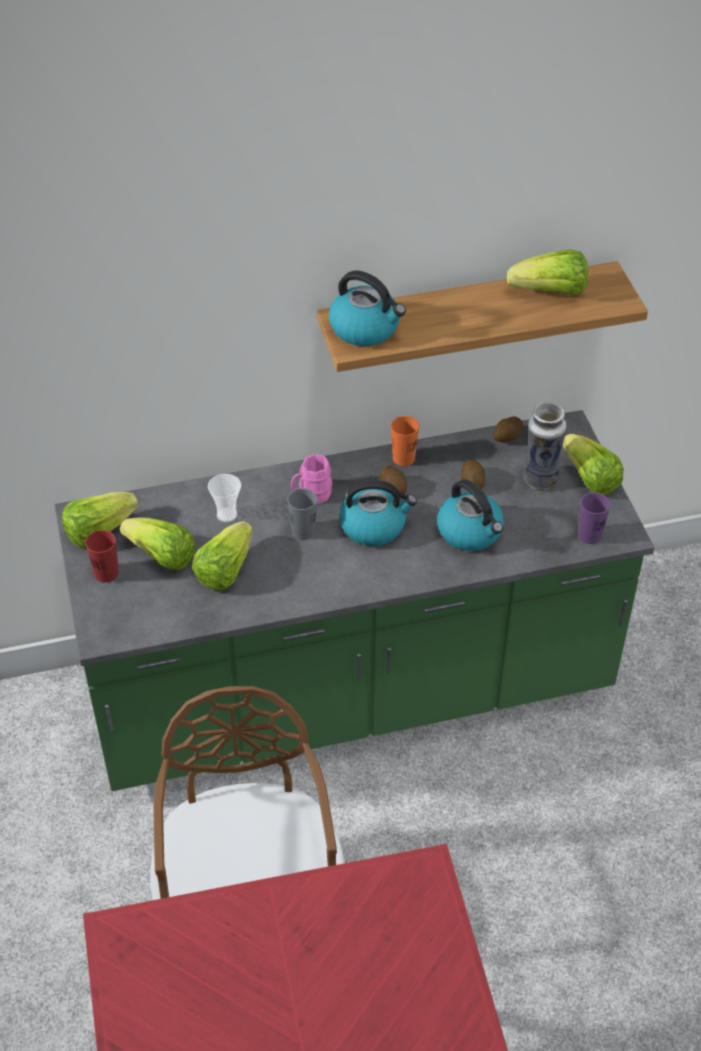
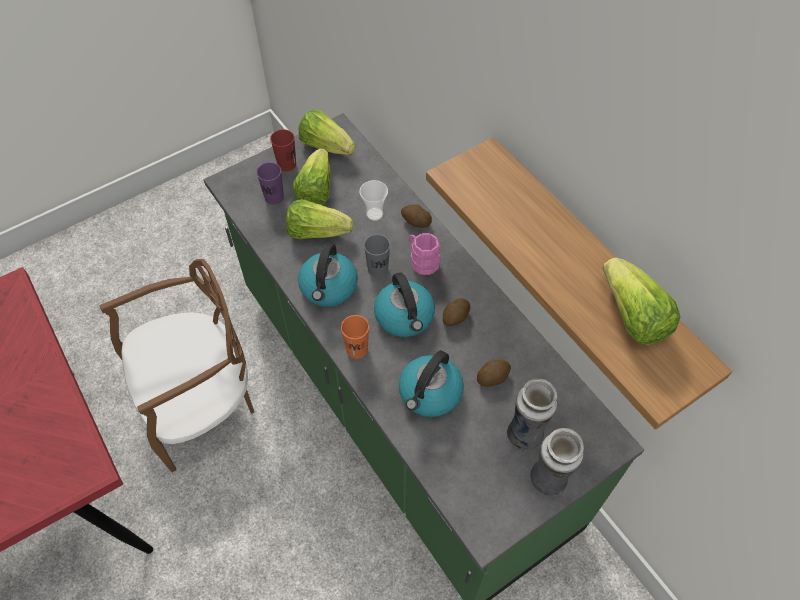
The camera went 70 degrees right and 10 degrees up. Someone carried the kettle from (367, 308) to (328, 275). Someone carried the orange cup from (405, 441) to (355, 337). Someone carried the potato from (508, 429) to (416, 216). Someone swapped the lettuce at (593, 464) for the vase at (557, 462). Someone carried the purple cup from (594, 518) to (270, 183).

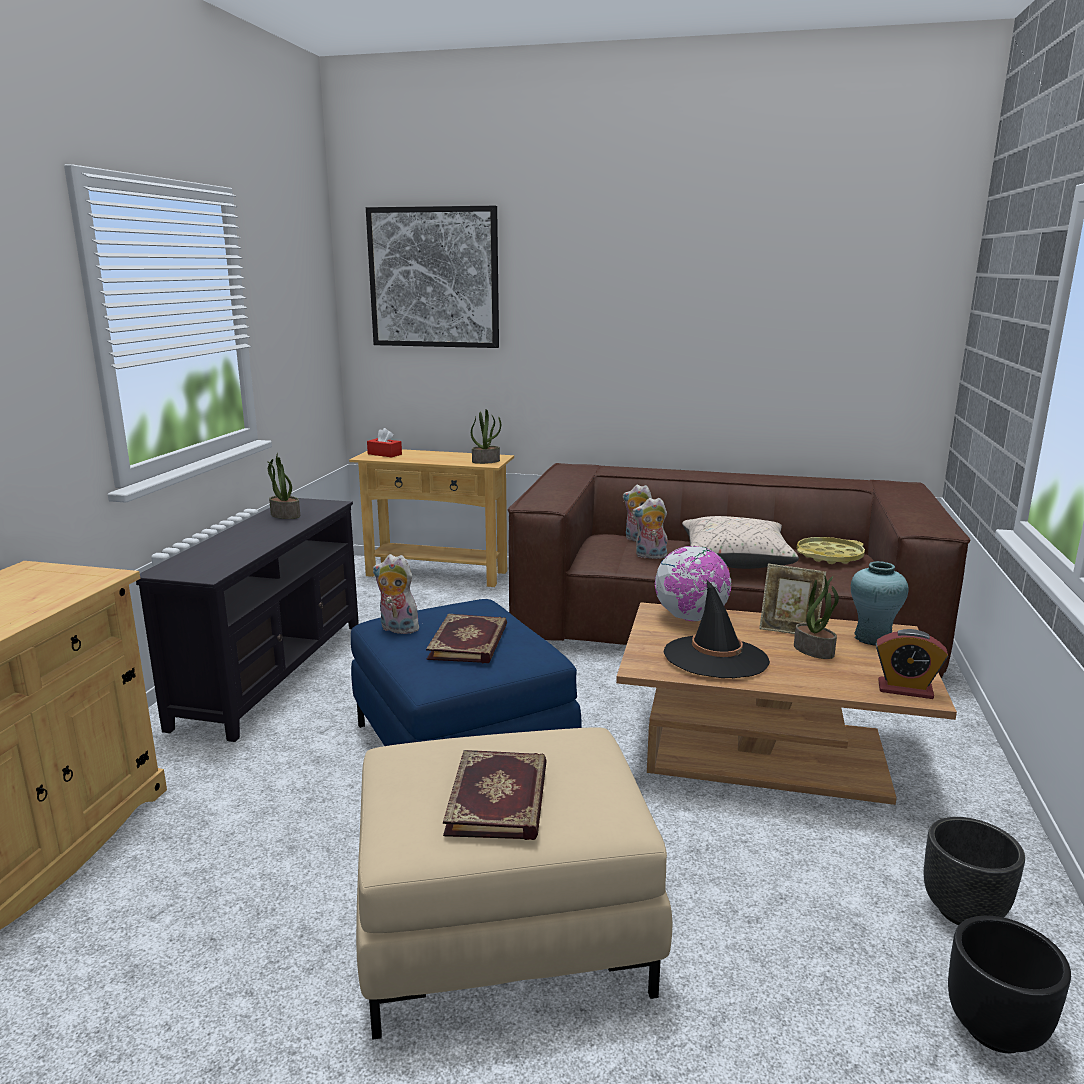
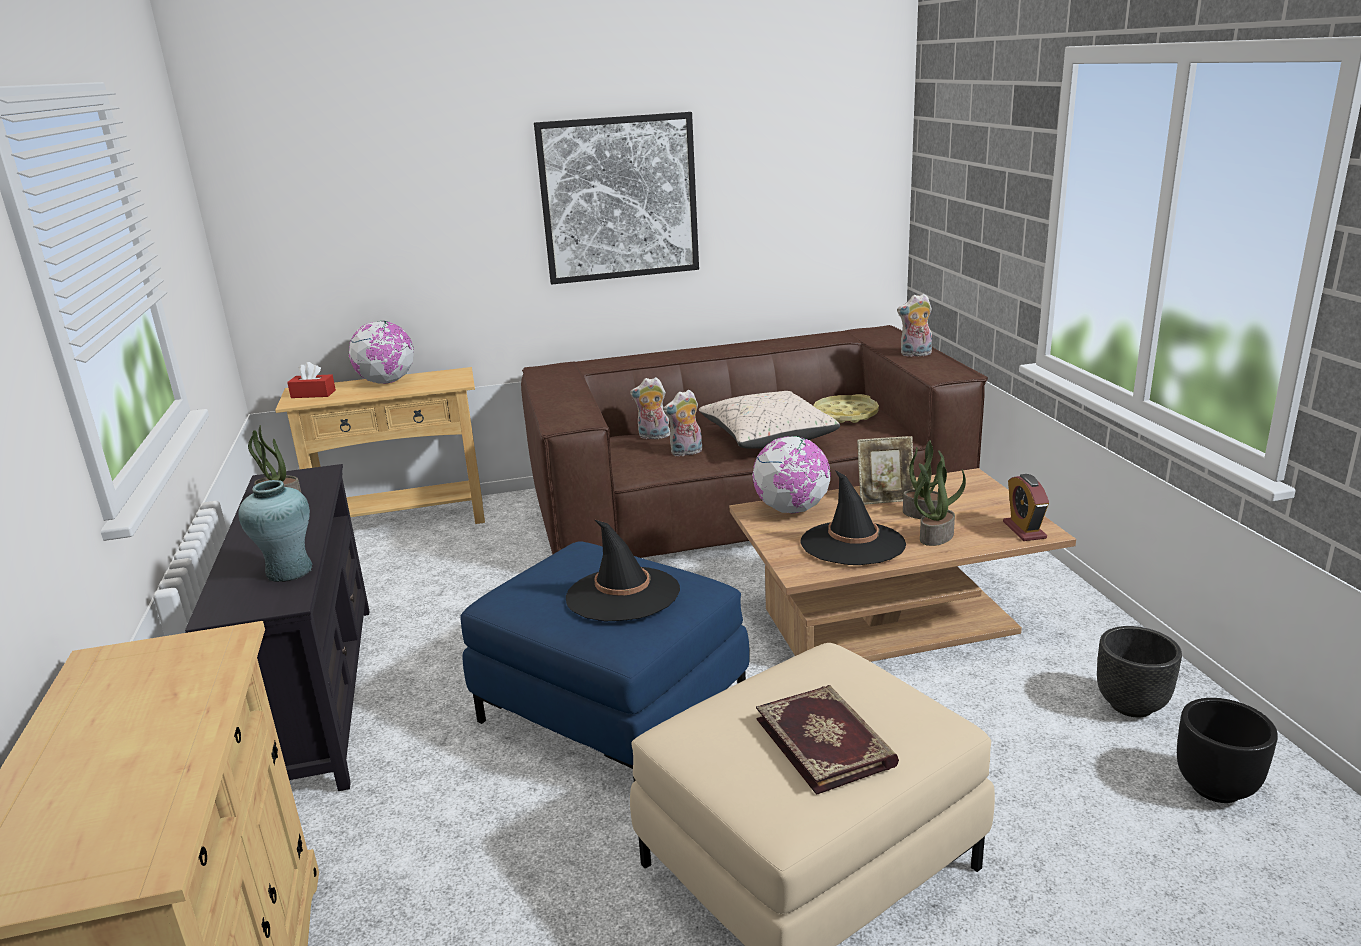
The camera went 25 degrees left and 5 degrees up. Someone carried the picture from (432, 277) to (616, 198). Someone carried the potted plant from (486, 436) to (940, 503). Someone carried the plush toy from (396, 594) to (914, 325). Someone carried the turquoise vase from (879, 603) to (275, 531). Someone swapped the book at (466, 639) for the black hat at (623, 570). Someone rotated the alarm clock at (912, 664) by 90 degrees clockwise. Someone put down the globe at (381, 352).

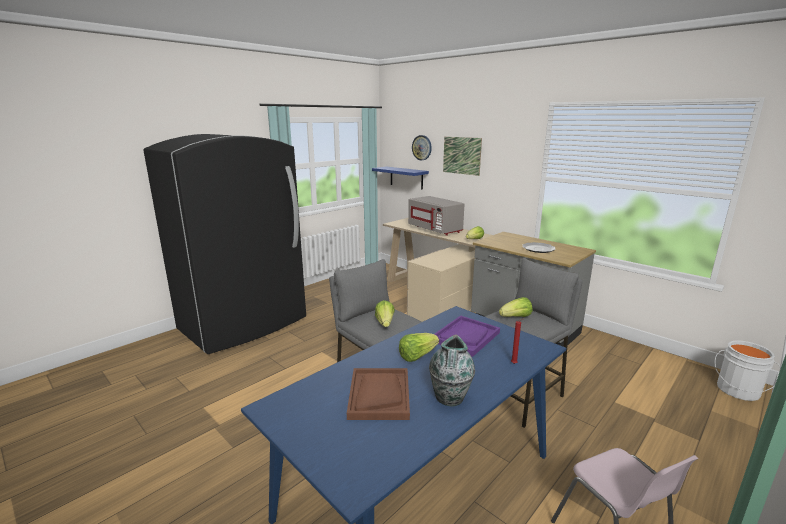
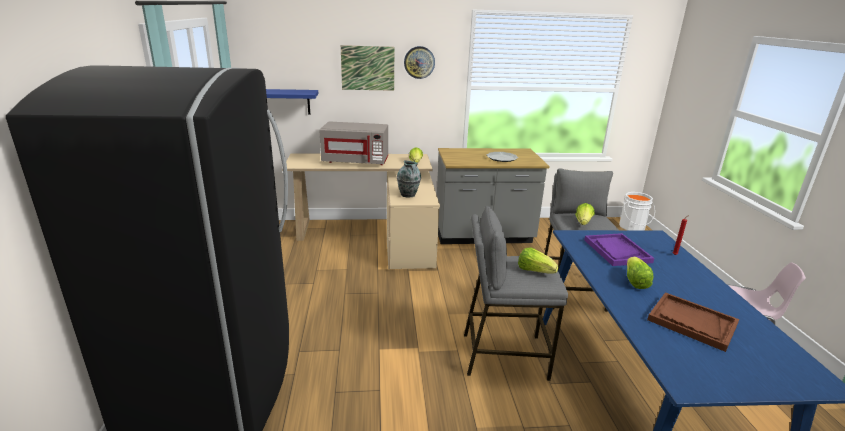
The camera went 50 degrees left and 5 degrees up. Someone carried the wall clock from (422, 147) to (419, 62). Someone carried the vase from (452, 370) to (409, 178).

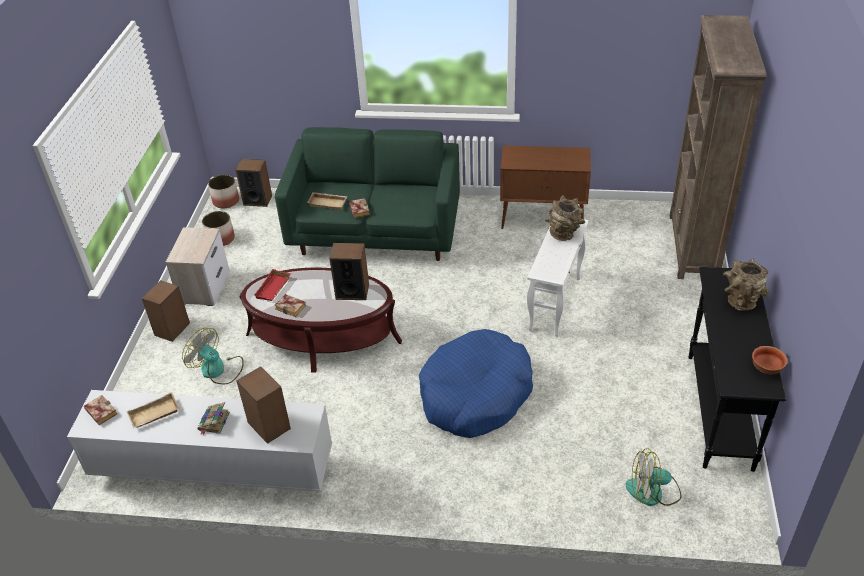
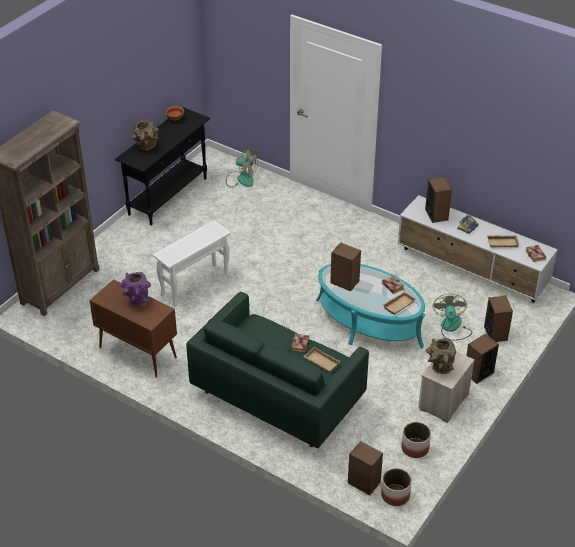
The camera went 155 degrees left and 0 degrees up. Someone carried the brown vase from (565, 218) to (440, 356). Someone repainted the brown coffee table at (320, 320), which became the turquoise coffee table at (370, 306). Someone repainted the red tray at (272, 285), which became the beige tray at (399, 303). Someone rotated the fan at (213, 356) by 150 degrees counterclockwise. Someone took away the blue dog bed at (476, 383). Someone put down the purple vase at (135, 289). Someone put down the speaker at (498, 319).

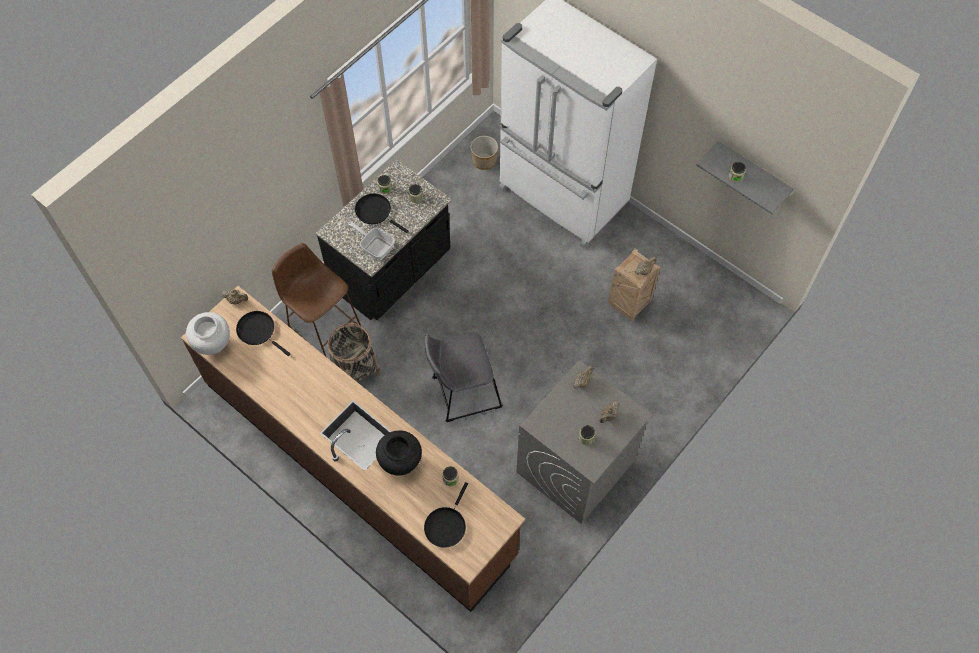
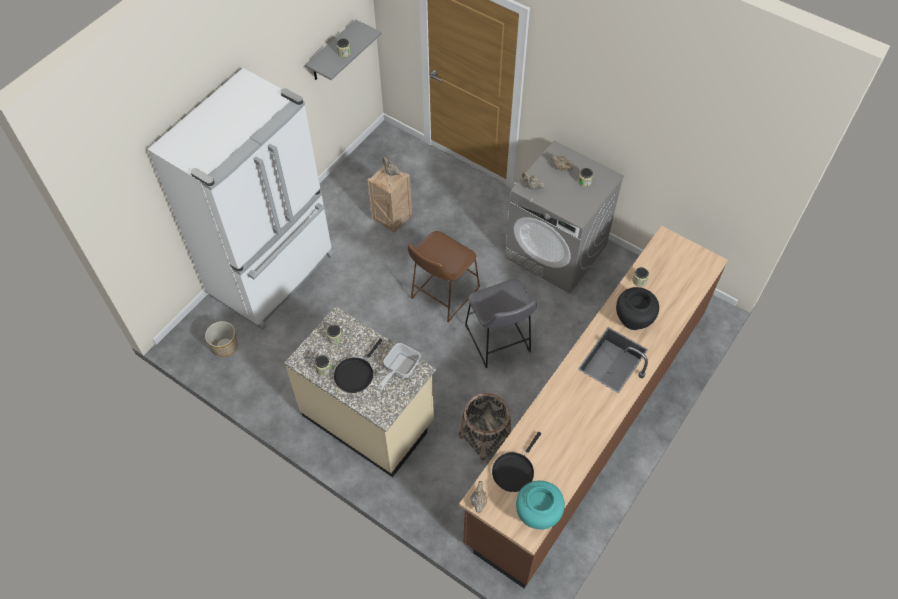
The camera went 95 degrees left and 5 degrees down. Someone repainted the black counter at (384, 239), which became the beige counter at (360, 392). Someone carried the brown stool from (316, 299) to (444, 276). Someone repainted the white vase at (208, 333), which became the turquoise vase at (540, 505). Someone took away the black frying pan at (446, 515).

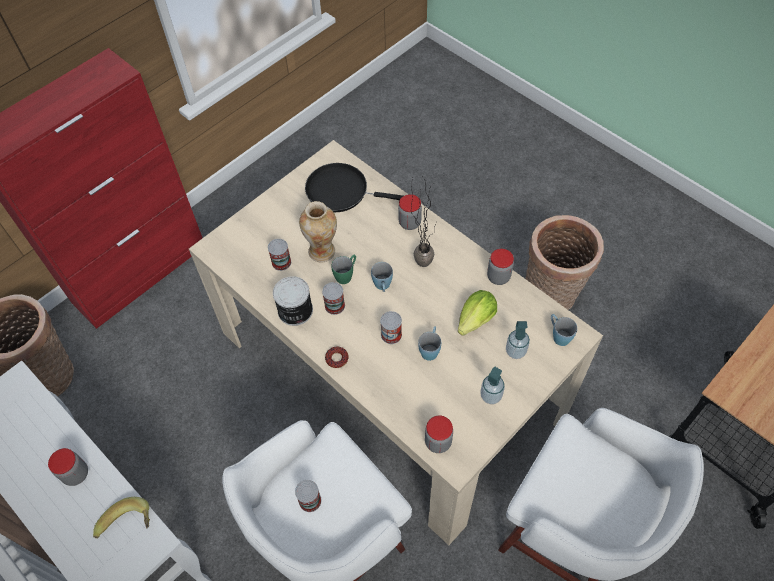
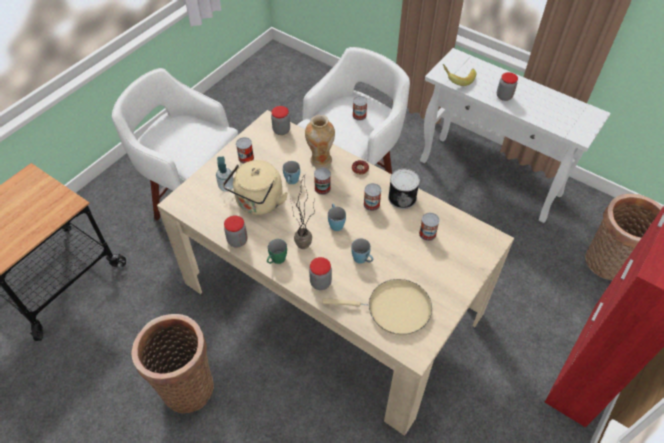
The camera went 170 degrees right and 5 degrees down. Someone repainted the black frying pan at (354, 187), which became the beige frying pan at (377, 307). Someone carried the vase from (318, 231) to (320, 141). Someone carried the green mug from (343, 269) to (277, 251). Someone swapped the lettuce at (477, 313) for the beige kettle at (255, 187). Someone carried the blue mug from (564, 330) to (362, 251). Someone swapped the soap dispenser at (492, 385) for the can at (245, 150).

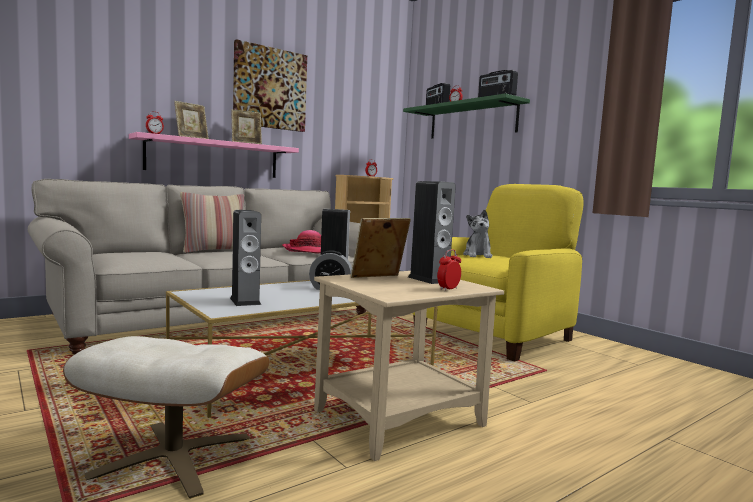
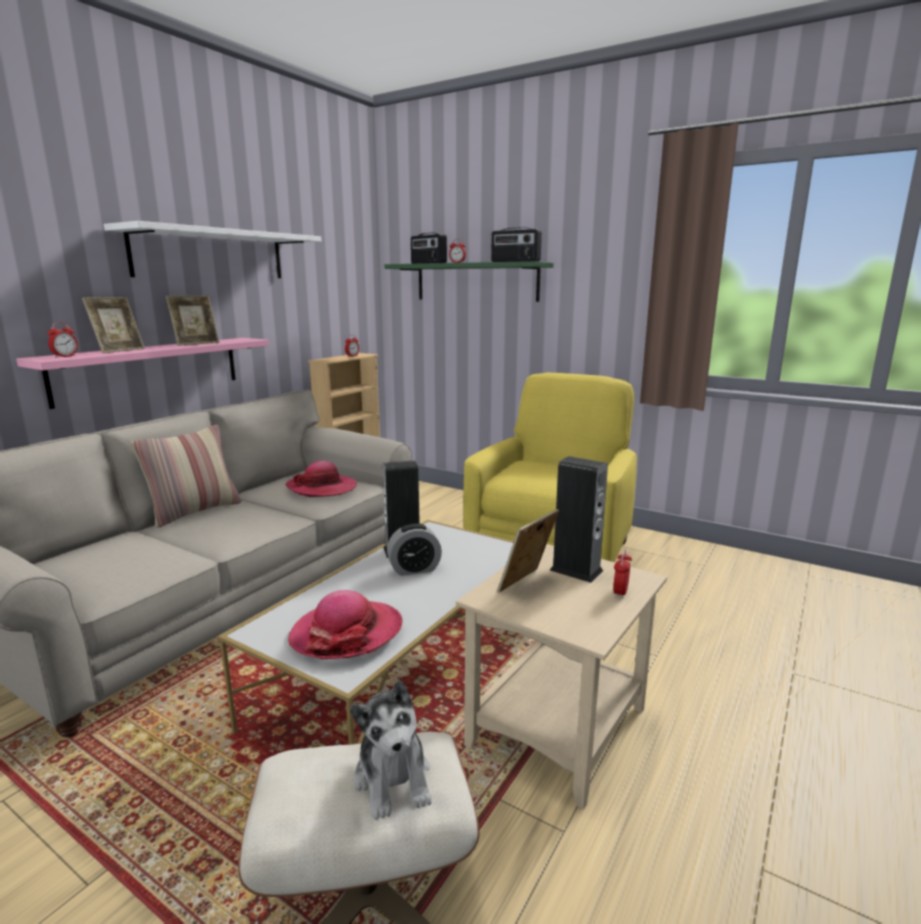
The camera went 20 degrees left and 10 degrees up. Someone swapped the picture at (270, 85) for the white shelf at (212, 249). Someone swapped the speaker at (245, 258) for the hat at (345, 624). Someone carried the plush toy from (478, 234) to (391, 750).

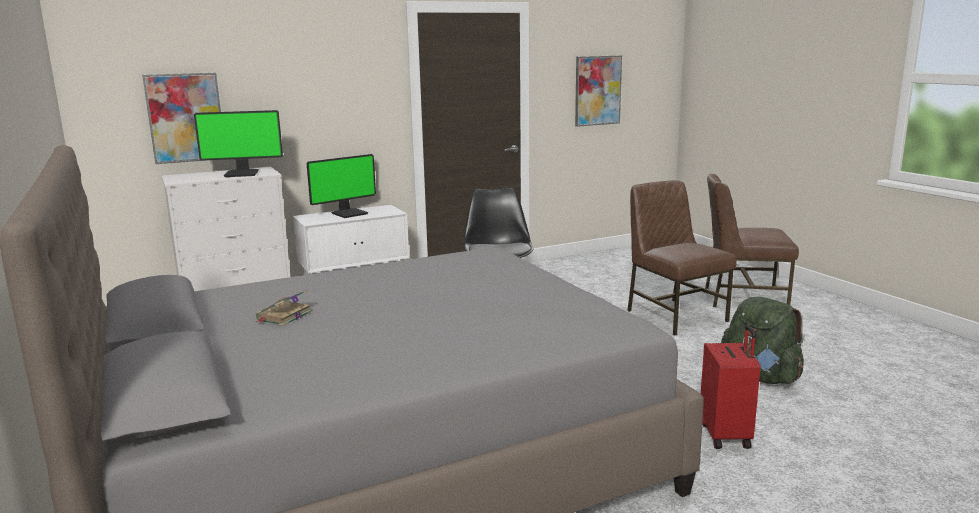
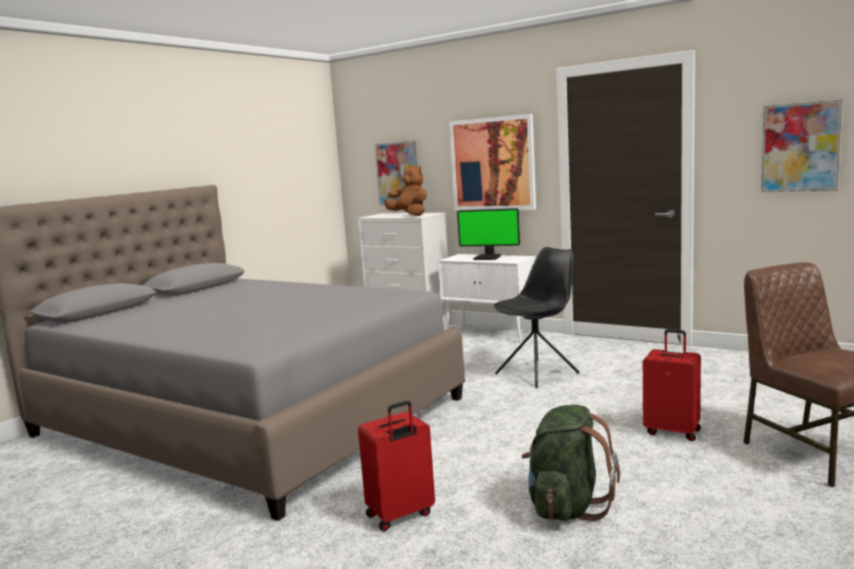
The camera went 60 degrees right and 5 degrees down. Someone swapped the monitor at (238, 143) for the brown plush toy at (405, 190). Someone swapped the brown chair at (682, 257) for the red suitcase at (672, 385). Someone took away the book at (284, 308). Someone put up the picture at (492, 162).

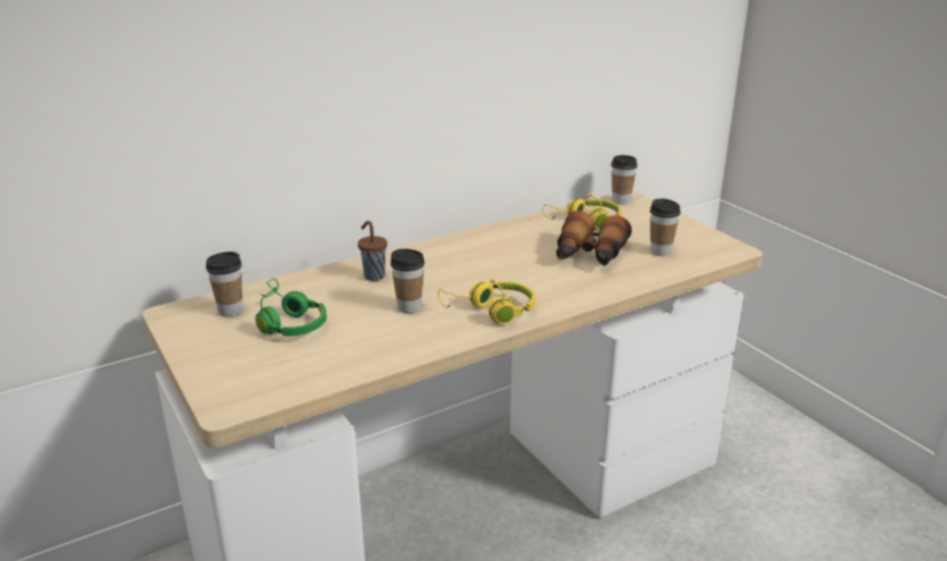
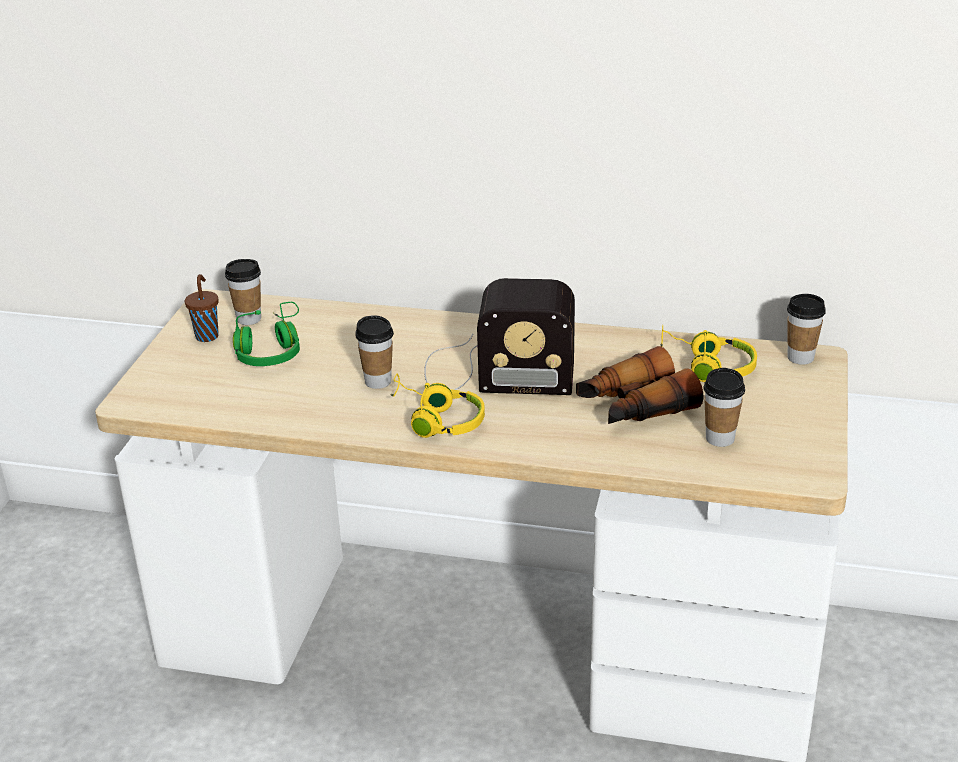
The camera went 45 degrees right and 5 degrees up. Someone carried the brown cup from (372, 251) to (202, 308). Someone put down the radio at (499, 336).

